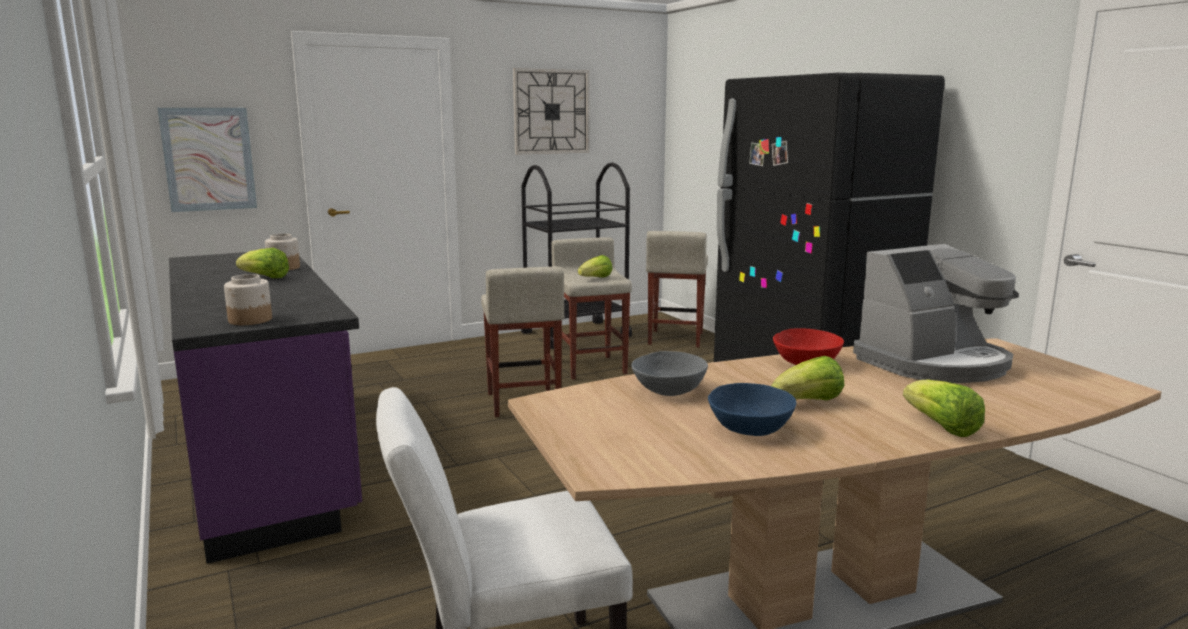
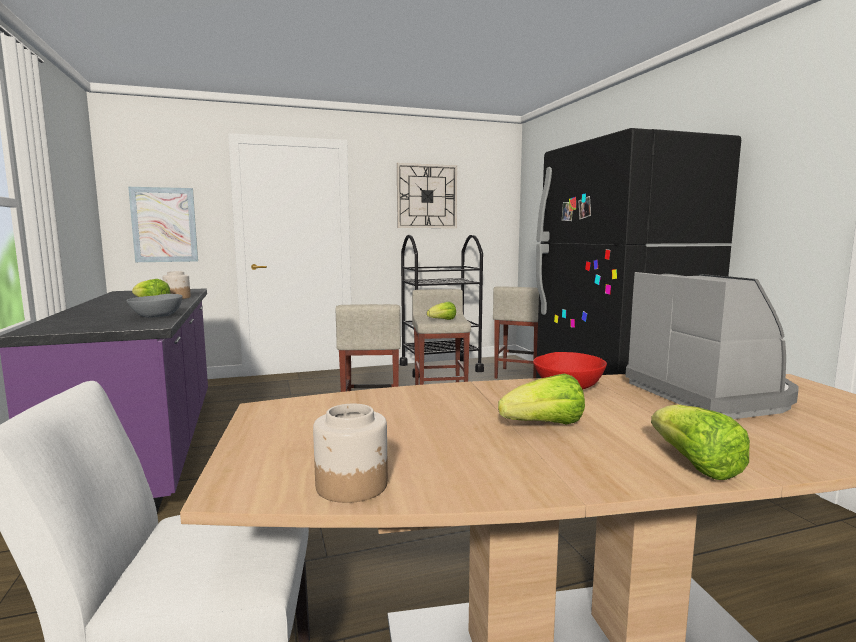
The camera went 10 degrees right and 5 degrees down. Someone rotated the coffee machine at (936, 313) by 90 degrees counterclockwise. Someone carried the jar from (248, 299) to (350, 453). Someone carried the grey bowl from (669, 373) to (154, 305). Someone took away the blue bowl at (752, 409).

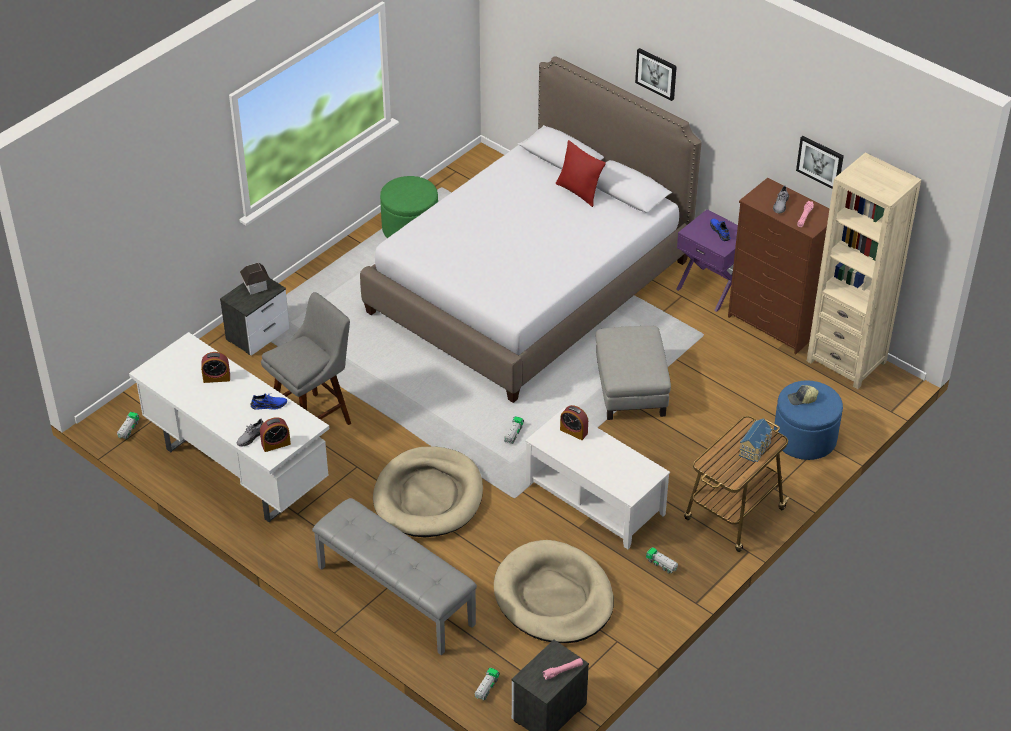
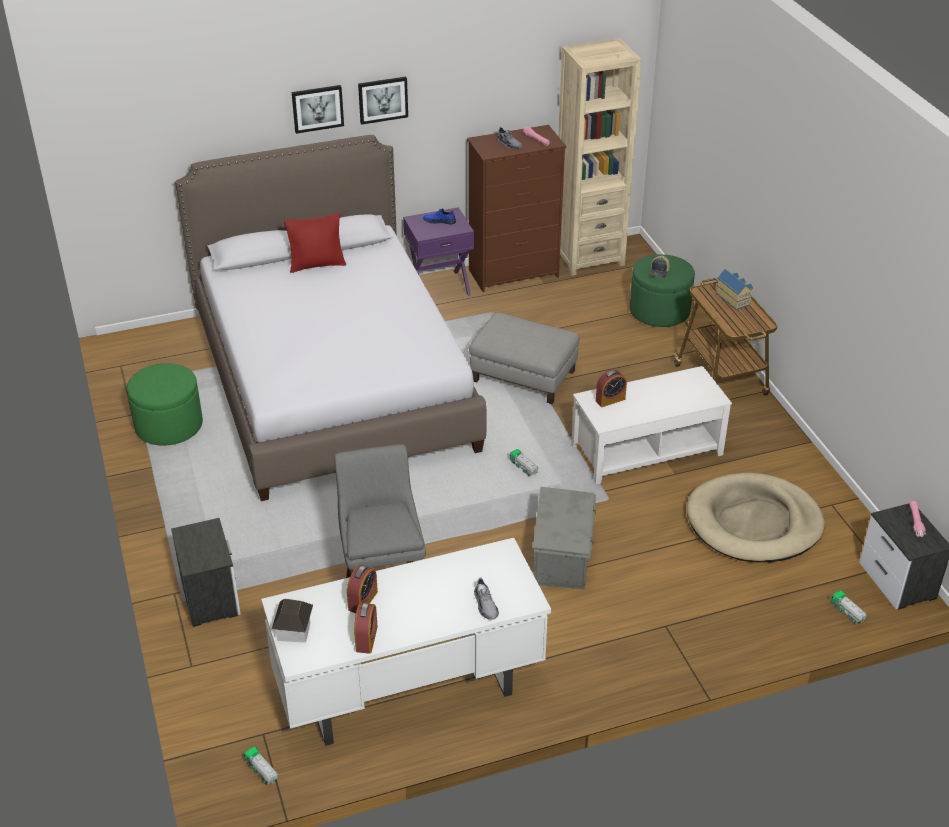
The camera went 60 degrees left and 5 degrees down. Someone carried the picture from (820, 162) to (383, 101). Someone carried the toy house from (255, 278) to (292, 620). Someone repainted the blue ottoman at (808, 420), which became the green ottoman at (662, 290). Someone took away the blue shoe at (269, 401). Someone carried the alarm clock from (275, 434) to (366, 628). Someone swapped the beige dog bed at (428, 491) for the grey storage box at (564, 538). Someone took away the grey bench at (394, 576). Someone took away the toy truck at (662, 560).

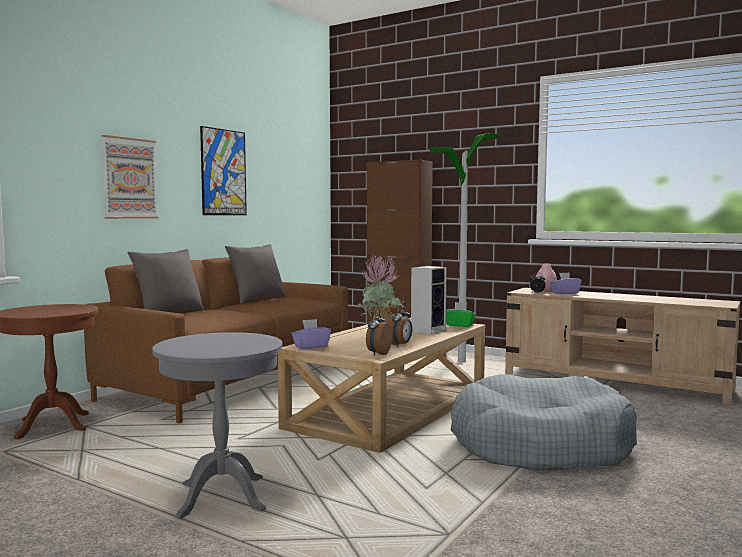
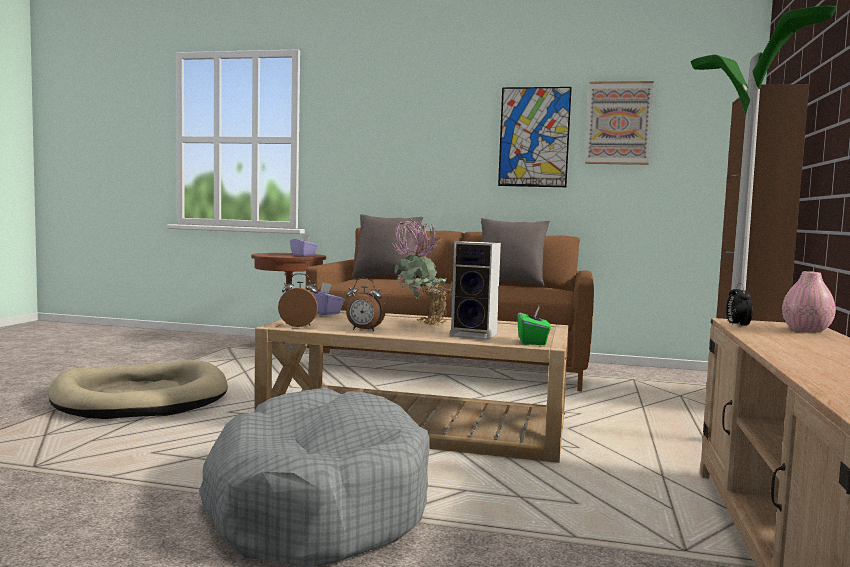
The camera went 70 degrees right and 0 degrees up. Someone carried the picture from (130, 177) to (619, 123). Someone carried the purple tissue box from (566, 283) to (304, 245). Someone swapped the grey side table at (217, 425) for the beige dog bed at (138, 389).

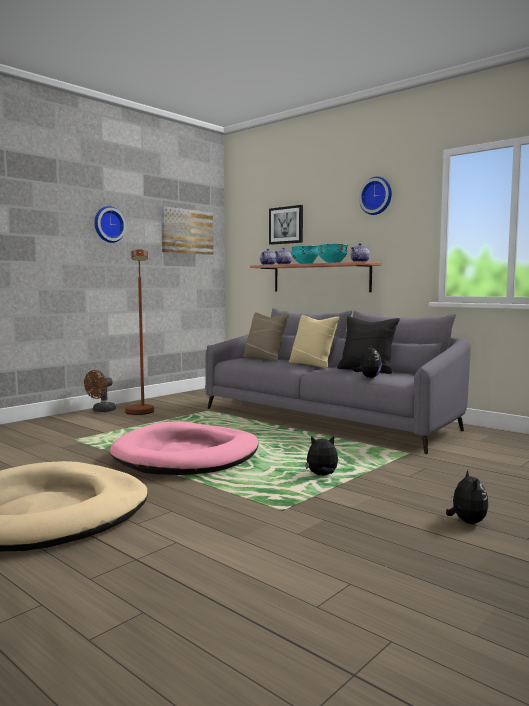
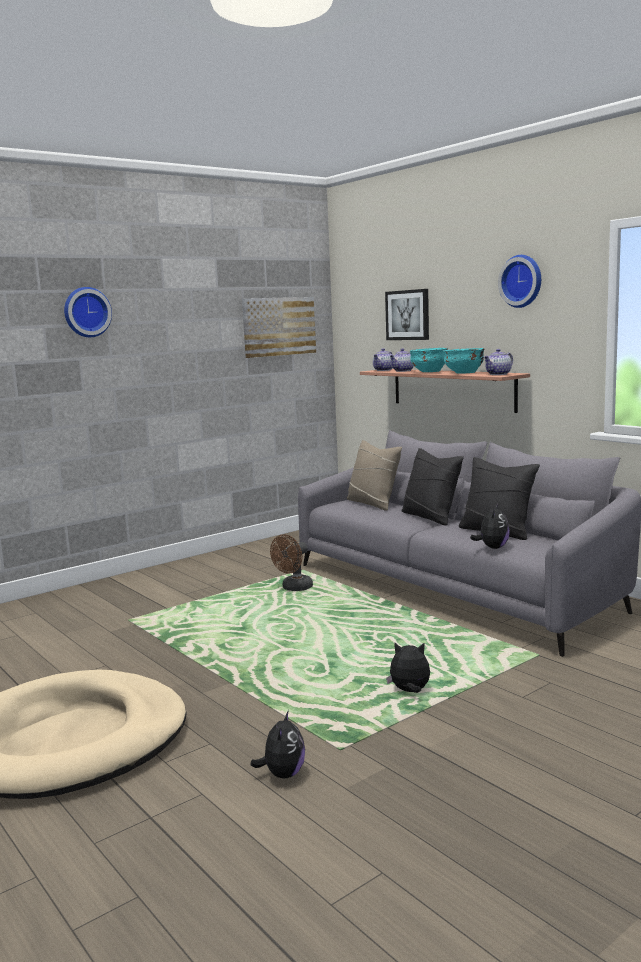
The camera went 10 degrees right and 5 degrees up. Someone carried the wall clock from (110, 224) to (88, 312). Someone took away the brown floor lamp at (139, 332). Someone repainted the beige pillow at (314, 341), which became the black pillow at (432, 486). Someone carried the brown fan from (100, 391) to (291, 562). Someone took away the pink dog bed at (184, 448). Someone carried the plush toy from (467, 497) to (277, 744).

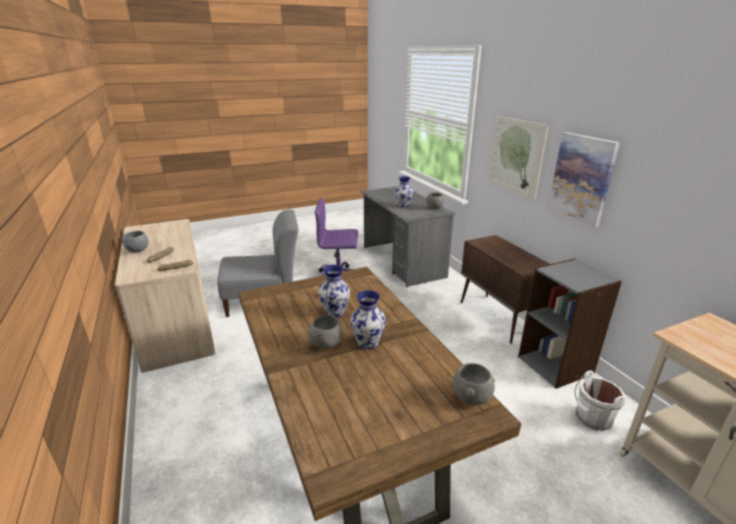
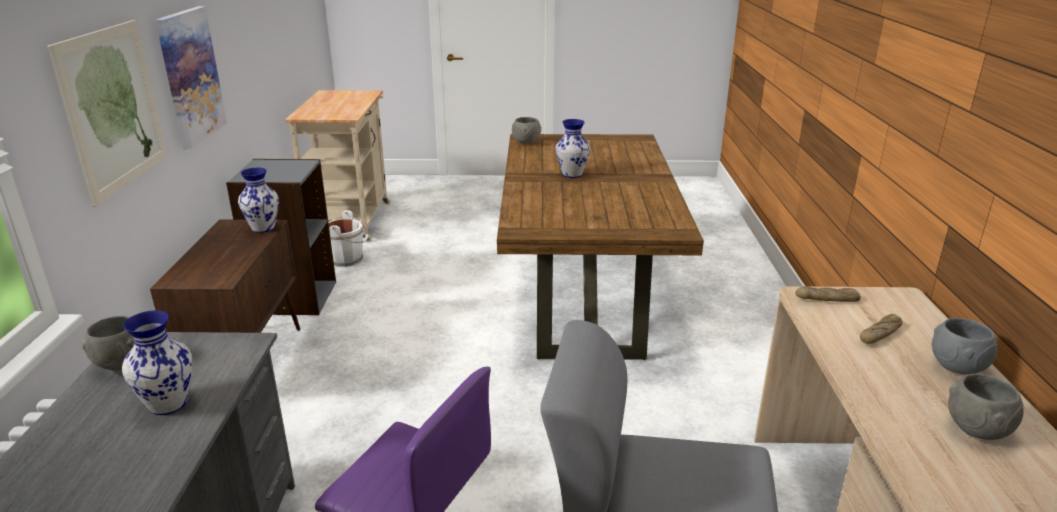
The camera went 155 degrees left and 0 degrees up. Someone carried the vase from (334, 291) to (258, 200). Someone carried the grey bowl from (326, 332) to (986, 407).

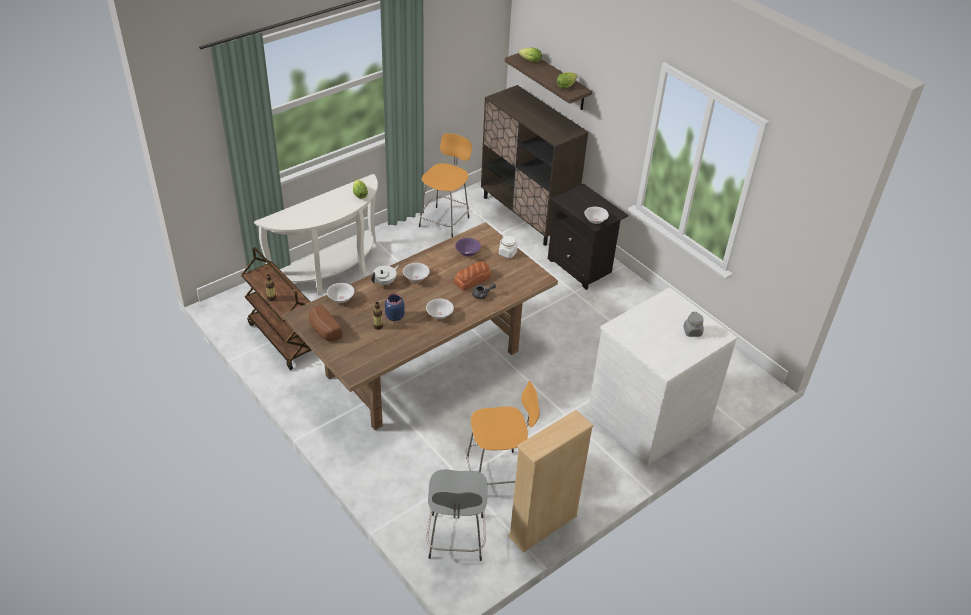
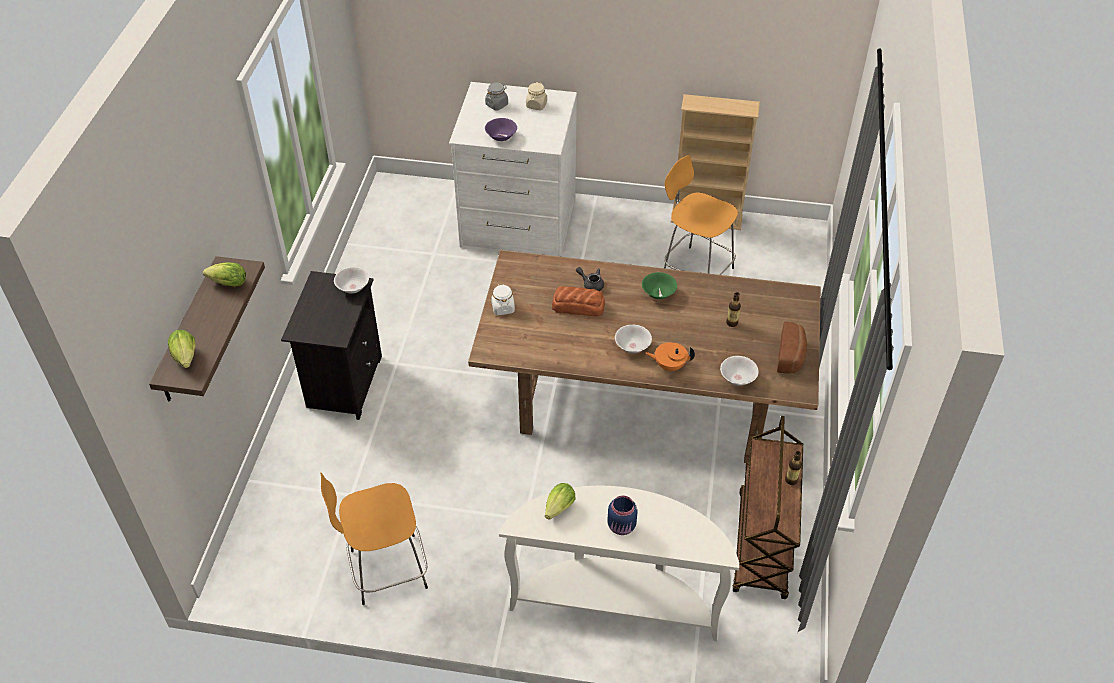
The camera went 130 degrees left and 5 degrees up. Someone took away the brown cabinet at (534, 165). Someone carried the purple bowl from (468, 247) to (501, 129). Someone repainted the white teapot at (385, 275), which became the orange teapot at (670, 357). Someone carried the blue jar from (394, 307) to (622, 515). Someone repainted the white bowl at (440, 309), which became the green bowl at (659, 285). Someone took away the grey stool at (457, 515). Someone put down the beige jar at (536, 96).

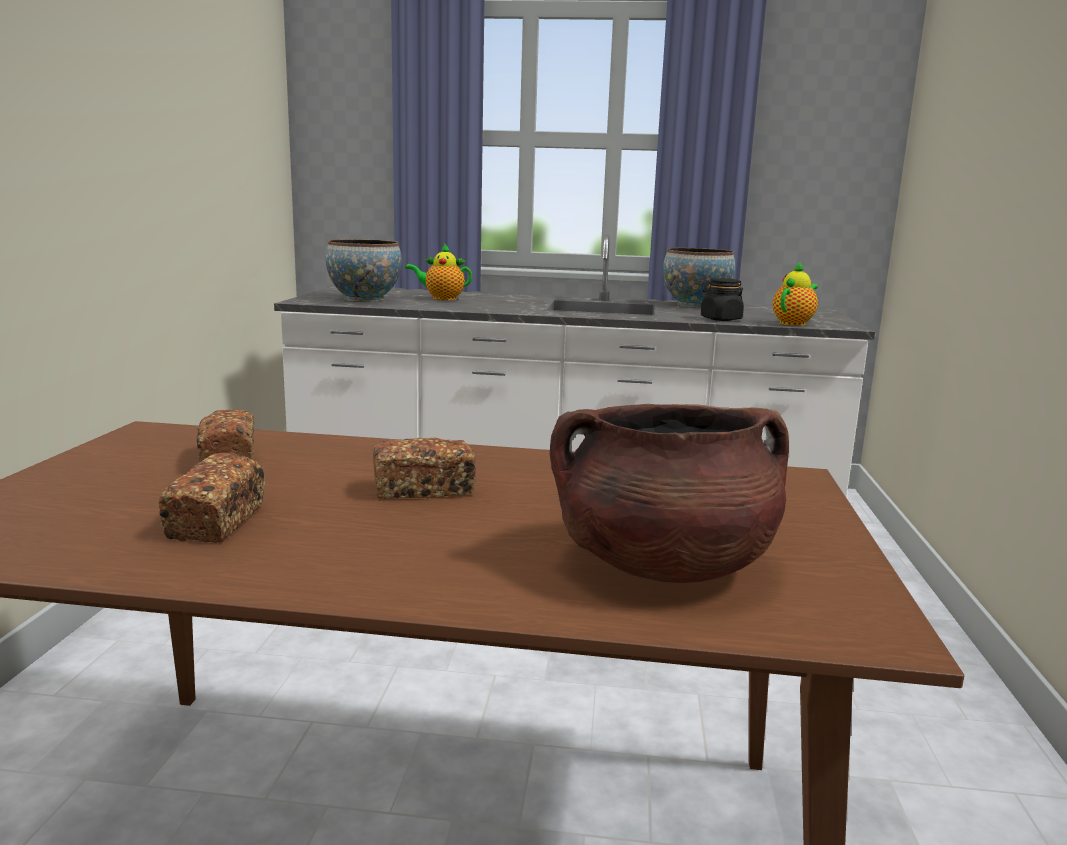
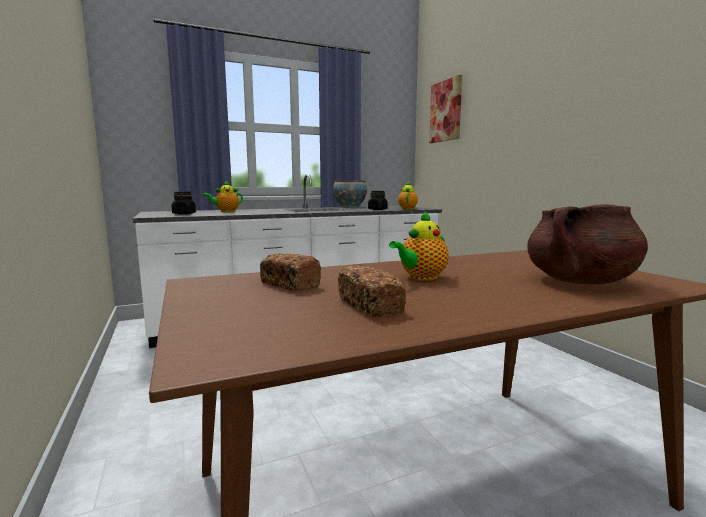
The camera went 30 degrees left and 5 degrees down. Someone swapped the bowl at (364, 270) for the black jar at (184, 203). Someone swapped the bread at (424, 468) for the teapot at (419, 245). Someone put up the picture at (445, 109).

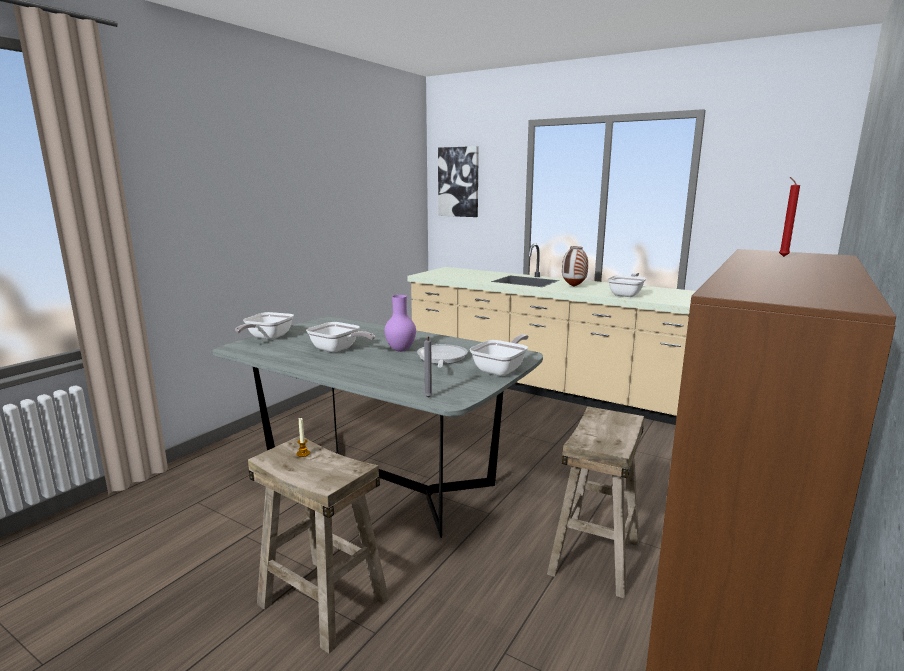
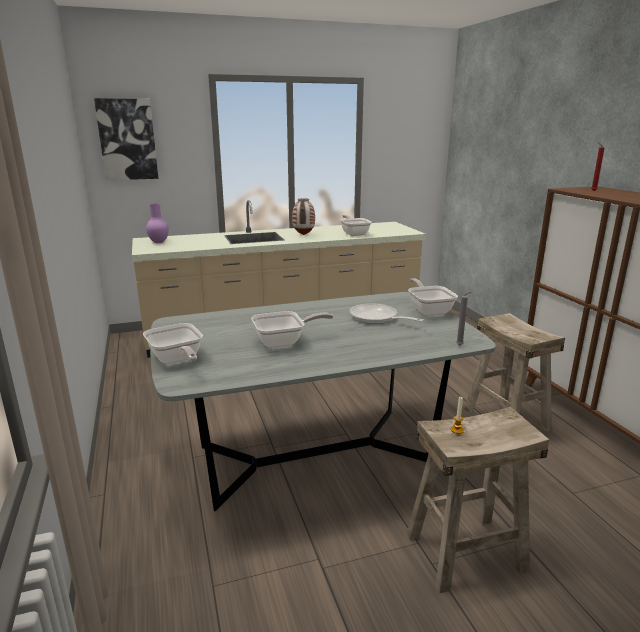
The camera went 50 degrees left and 5 degrees up. Someone carried the purple vase from (400, 323) to (157, 223).

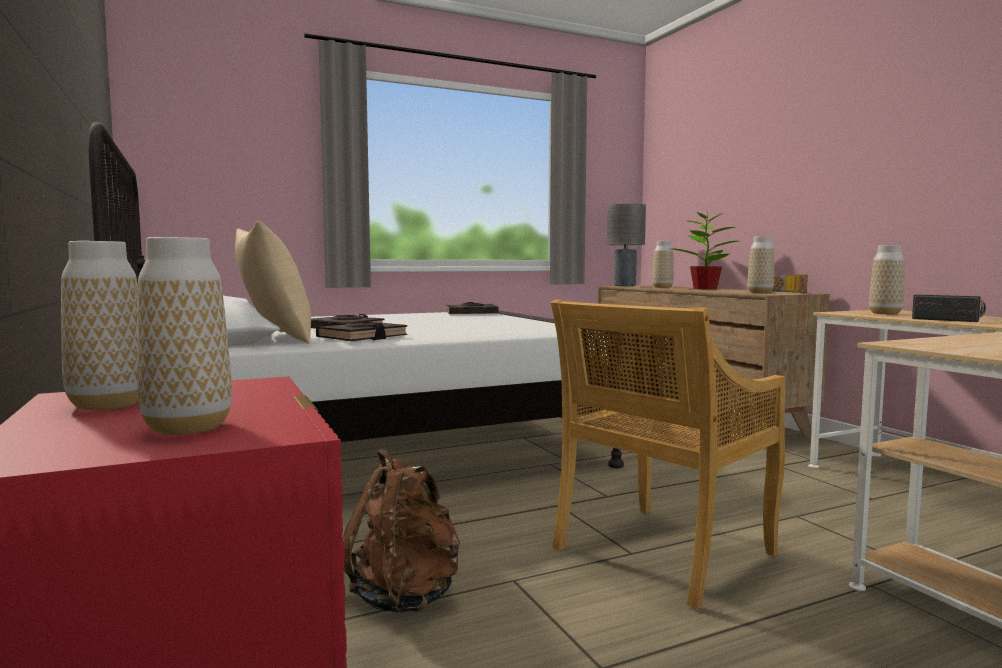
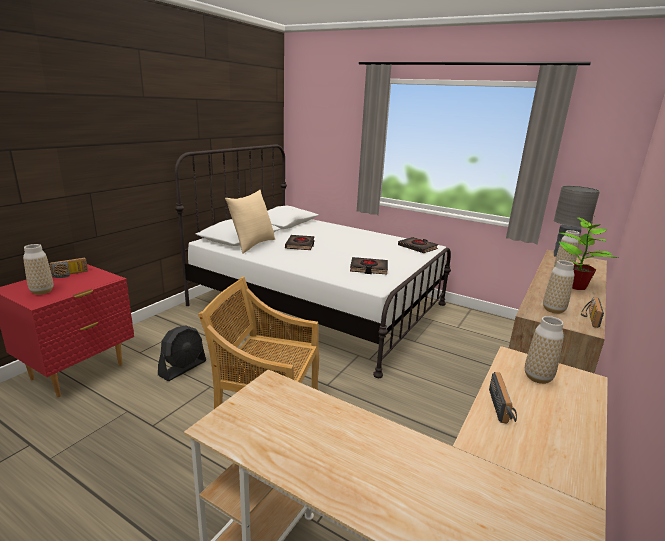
The camera went 55 degrees right and 15 degrees up. Someone swapped the vase at (100, 325) for the radio at (68, 268). Someone carried the black book from (362, 331) to (369, 265). Someone swapped the brown backpack at (401, 530) for the black fan at (182, 353).

